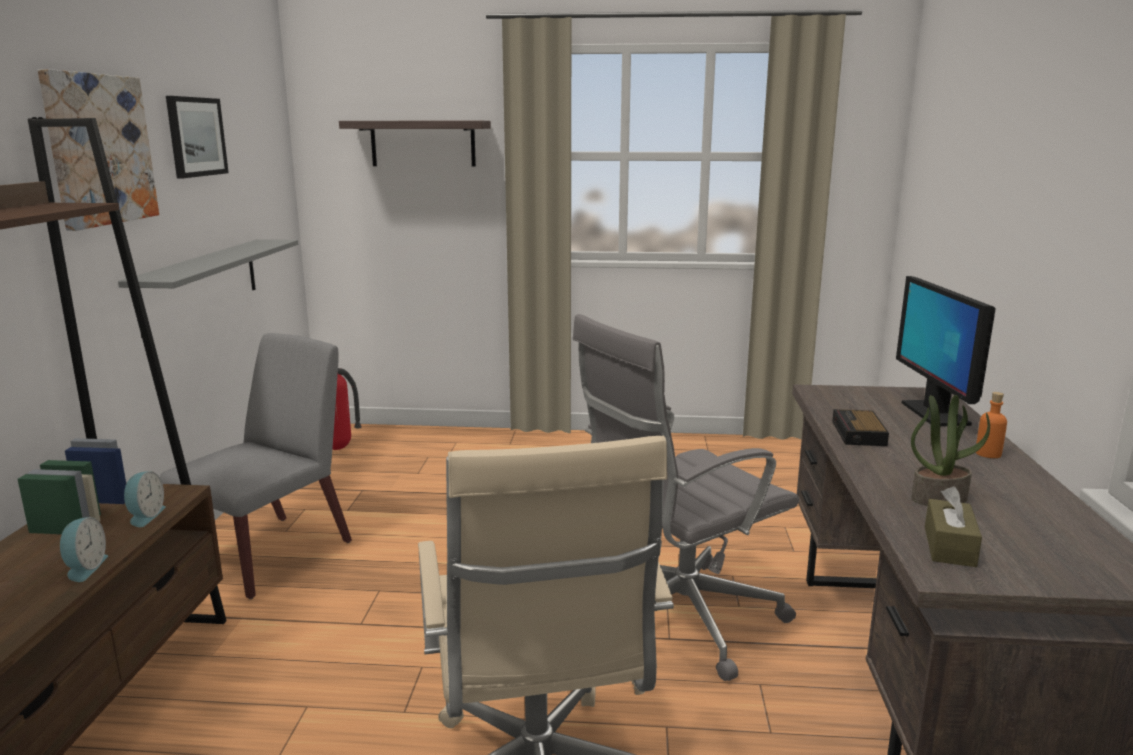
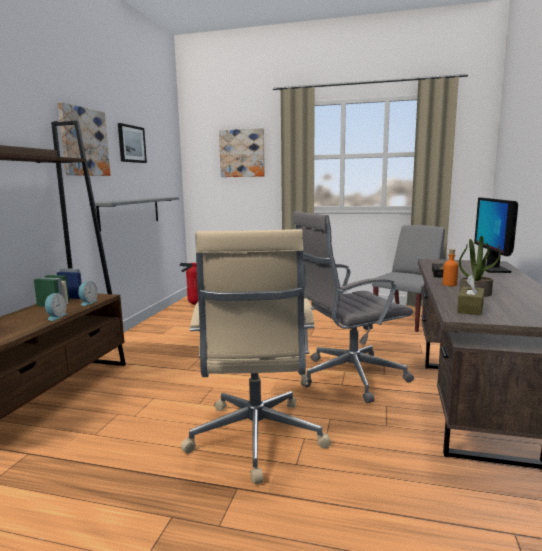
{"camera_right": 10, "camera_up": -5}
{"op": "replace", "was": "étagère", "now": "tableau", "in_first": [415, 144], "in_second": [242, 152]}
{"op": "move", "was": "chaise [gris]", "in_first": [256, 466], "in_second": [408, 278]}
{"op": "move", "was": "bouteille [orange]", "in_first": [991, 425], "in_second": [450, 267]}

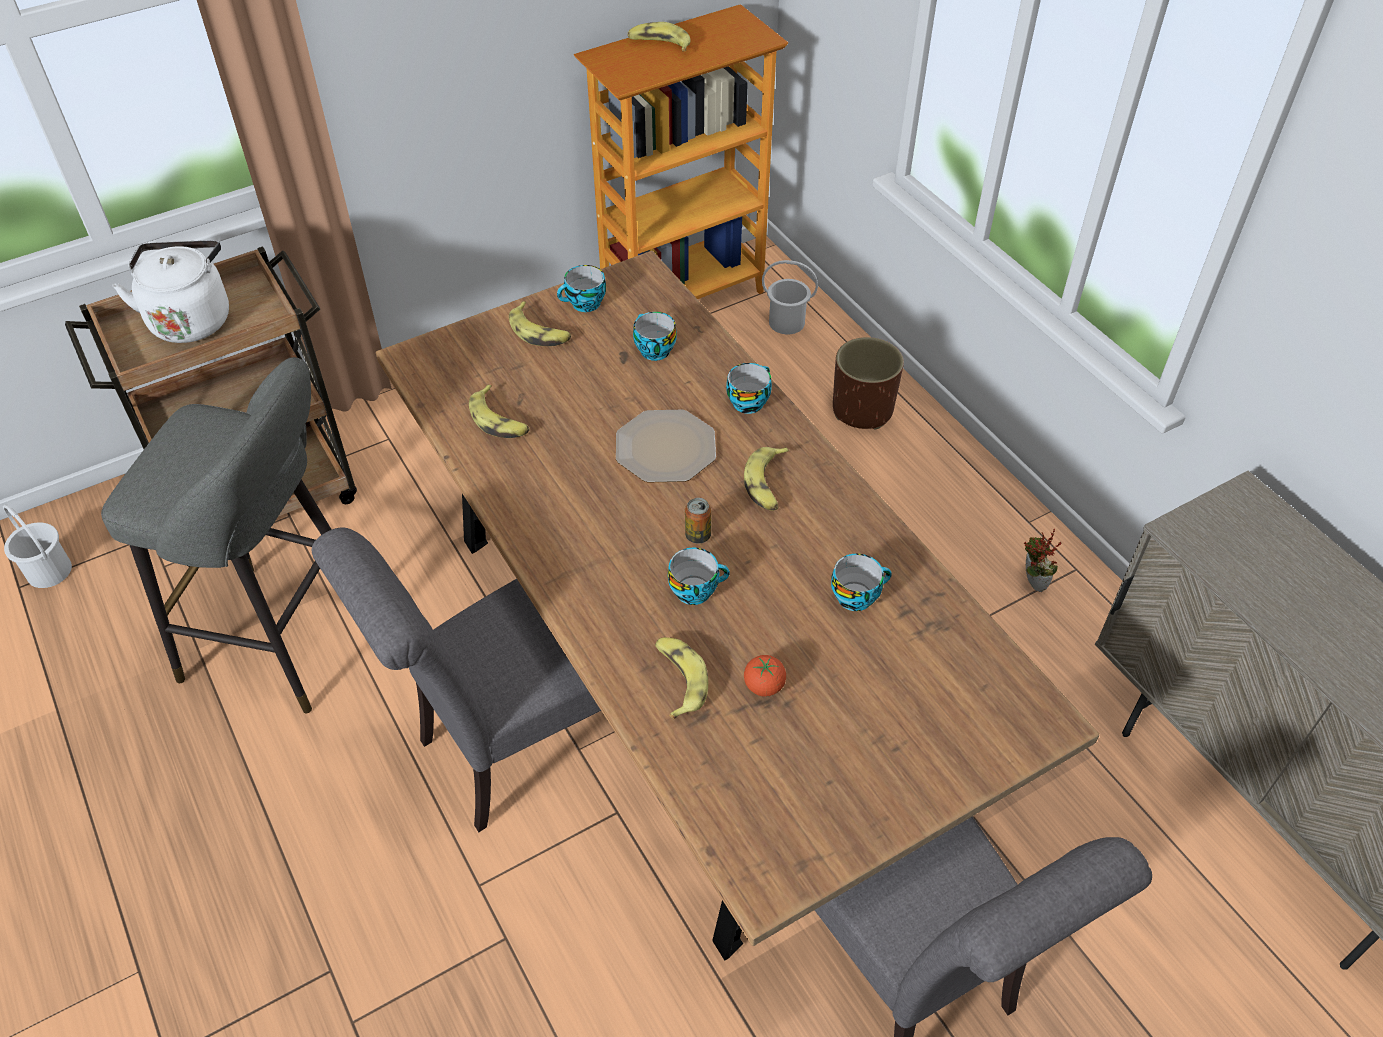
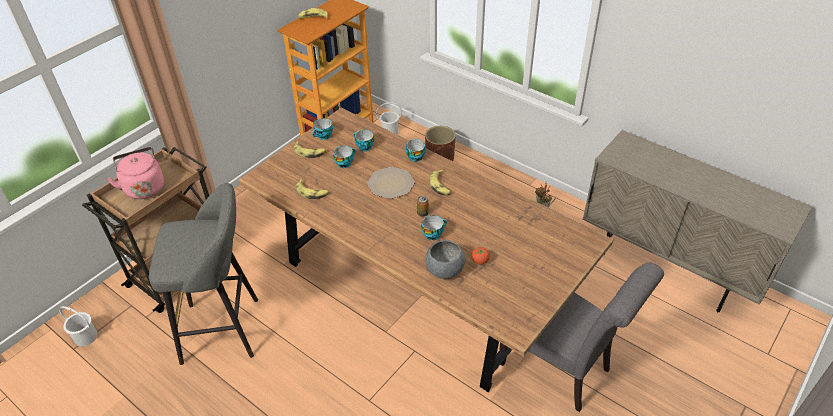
{"camera_right": -20, "camera_up": -5}
{"op": "recolor", "was": "bouilloire [blanc]", "now": "bouilloire [rose]", "in_first": [170, 291], "in_second": [135, 173]}
{"op": "move", "was": "tasse", "in_first": [861, 582], "in_second": [344, 157]}
{"op": "replace", "was": "banane", "now": "bol [gris]", "in_first": [681, 678], "in_second": [445, 259]}
{"op": "delete", "was": "chaise [gris]", "in_first": [456, 679]}

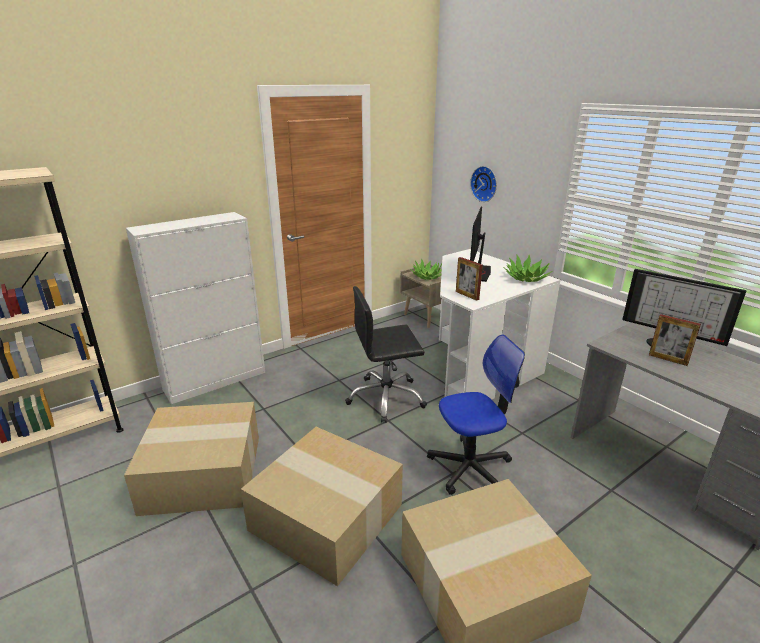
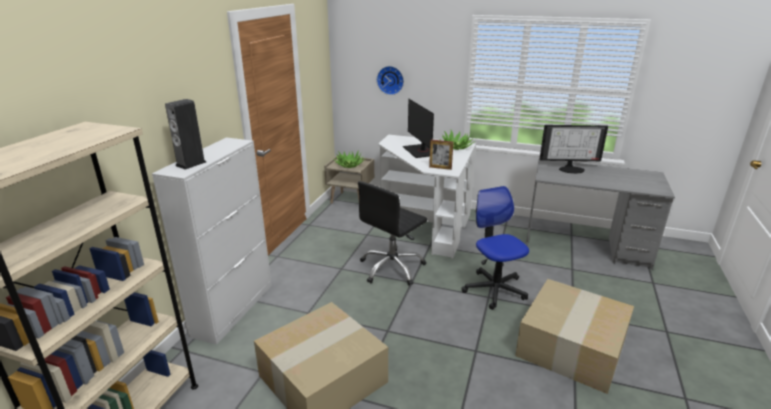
{"camera_right": -35, "camera_up": 0}
{"op": "insert", "now": "enceinte", "in_second": [185, 134]}
{"op": "rotate", "was": "chaise de bureau", "in_first": [476, 414], "in_second": [495, 248], "clockwise": -60}
{"op": "delete", "was": "carton", "in_first": [322, 506]}
{"op": "delete", "was": "cadre photo", "in_first": [675, 340]}

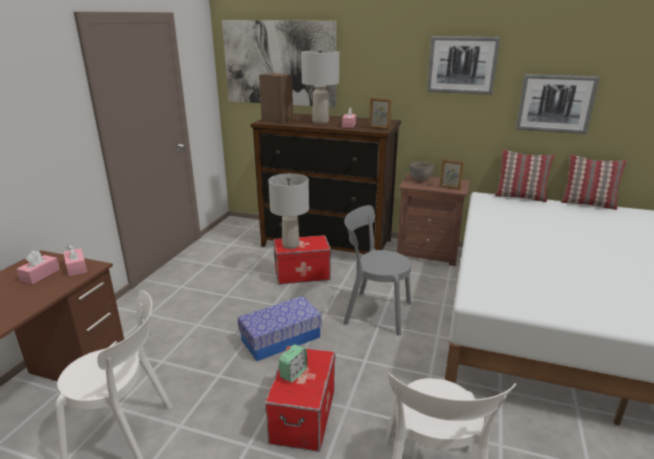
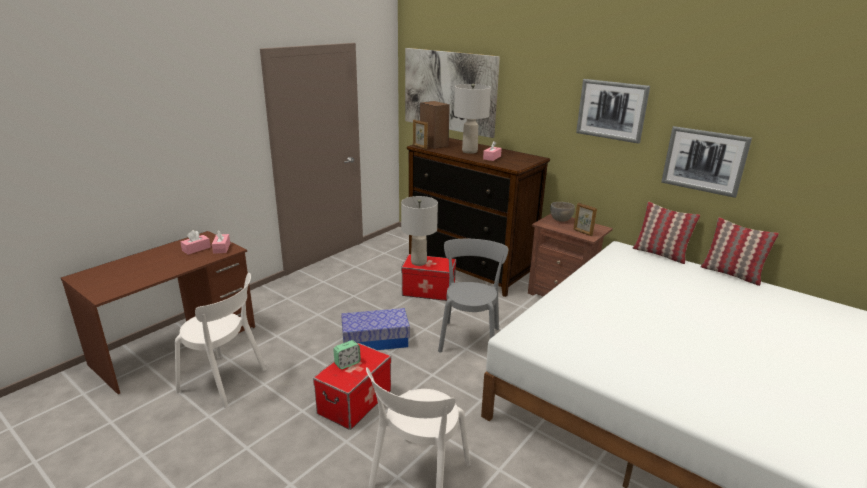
{"camera_right": 20, "camera_up": 0}
{"op": "move", "was": "cadre photo", "in_first": [380, 113], "in_second": [420, 134]}
{"op": "rotate", "was": "chaise [gris]", "in_first": [377, 270], "in_second": [473, 296], "clockwise": 60}

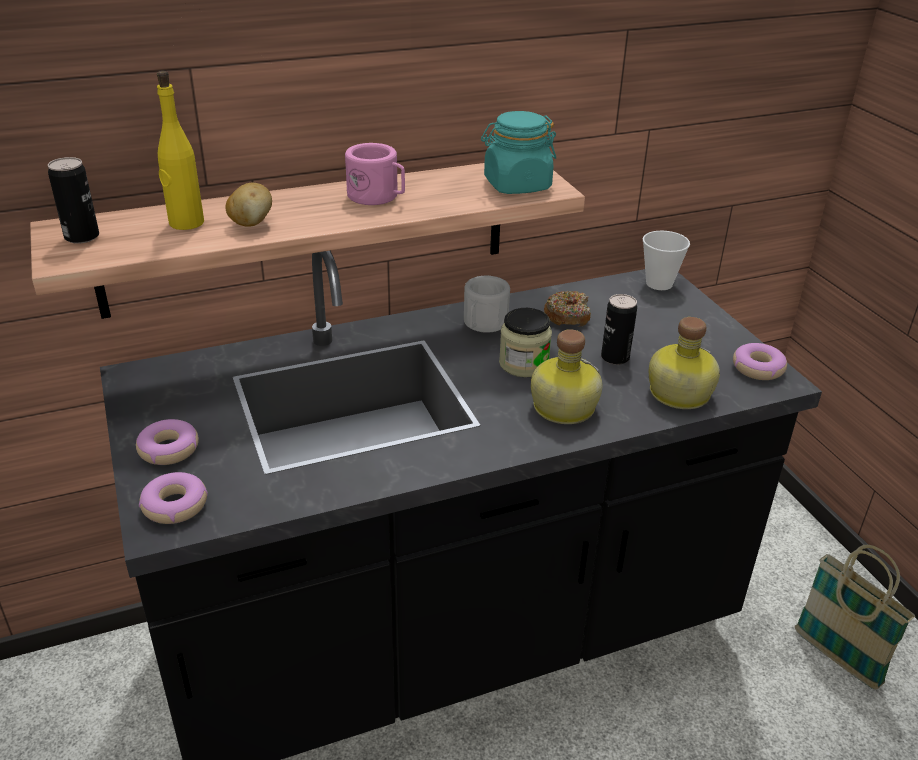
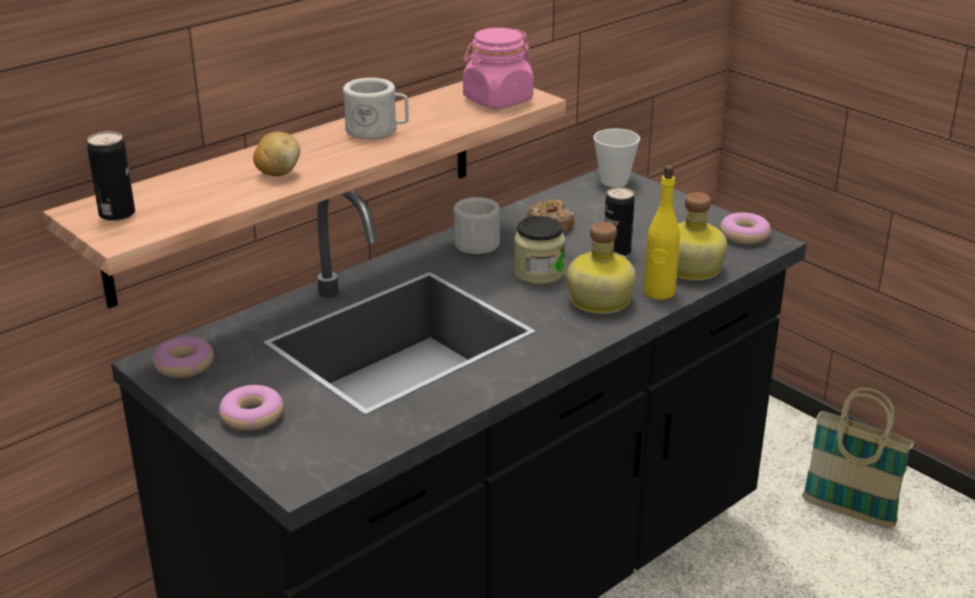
{"camera_right": -20, "camera_up": -5}
{"op": "move", "was": "beignet", "in_first": [173, 498], "in_second": [183, 357]}
{"op": "recolor", "was": "mug [rose]", "now": "mug [blanc]", "in_first": [375, 174], "in_second": [376, 109]}
{"op": "recolor", "was": "bocal [turquoise]", "now": "bocal [rose]", "in_first": [518, 152], "in_second": [498, 68]}
{"op": "move", "was": "bouteille [jaune]", "in_first": [180, 150], "in_second": [662, 232]}

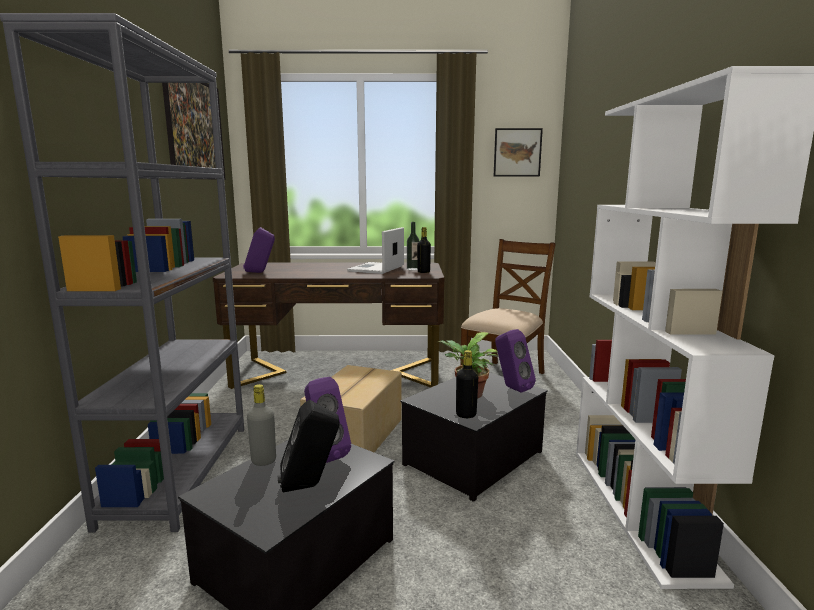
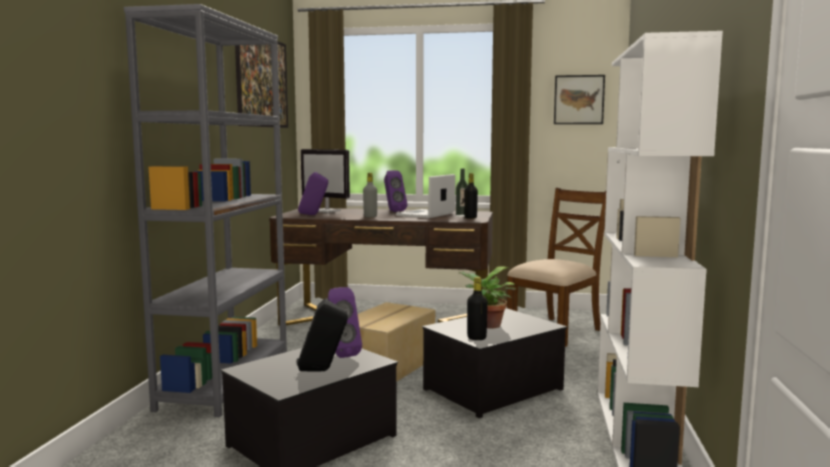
{"camera_right": 10, "camera_up": -5}
{"op": "insert", "now": "écran d'ordinateur", "in_second": [325, 181]}
{"op": "move", "was": "bouteille [gris]", "in_first": [261, 425], "in_second": [370, 195]}
{"op": "move", "was": "enceinte [violet]", "in_first": [515, 361], "in_second": [395, 191]}

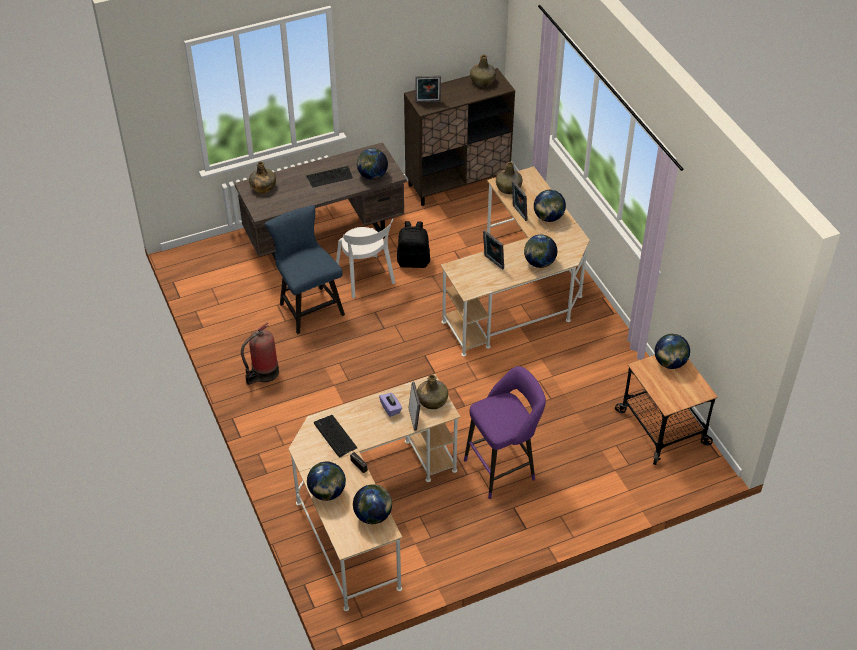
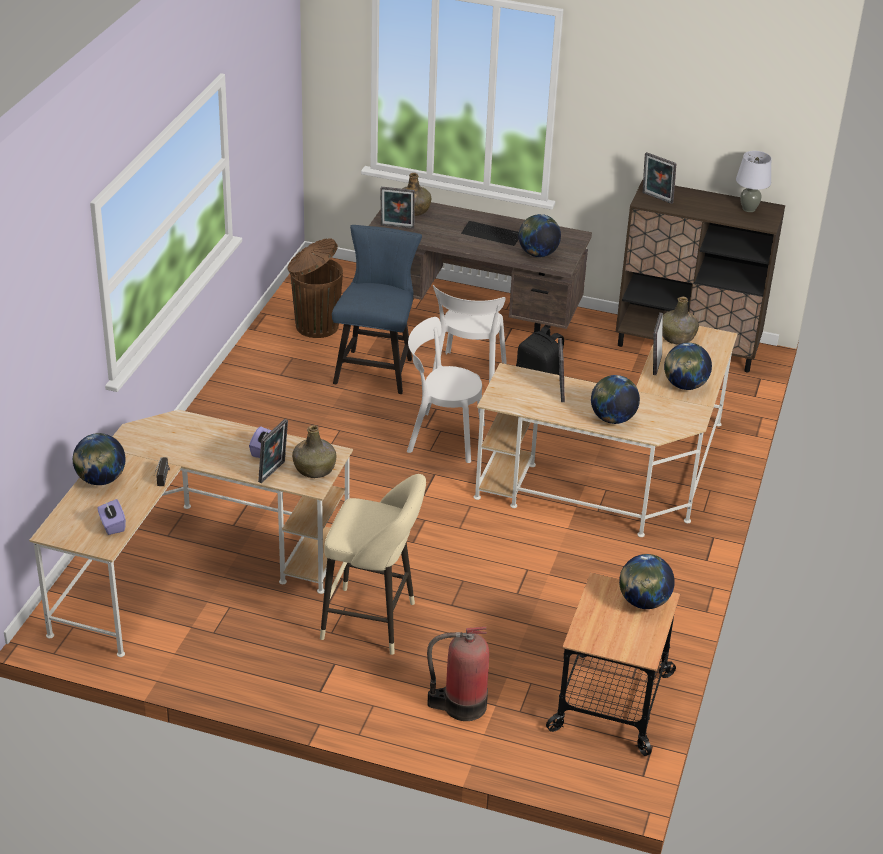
{"camera_right": 40, "camera_up": -10}
{"op": "replace", "was": "globe", "now": "boîte à mouchoirs [violet]", "in_first": [372, 504], "in_second": [111, 517]}
{"op": "insert", "now": "poubelle [marron]", "in_second": [315, 288]}
{"op": "recolor", "was": "tabouret [violet]", "now": "tabouret [beige]", "in_first": [505, 432], "in_second": [373, 564]}
{"op": "insert", "now": "cadre photo", "in_second": [398, 208]}
{"op": "insert", "now": "chaise [blanc]", "in_second": [446, 390]}
{"op": "move", "was": "extincteur", "in_first": [260, 353], "in_second": [458, 674]}
{"op": "replace", "was": "bouteille [vert]", "now": "lampe de table [gris]", "in_first": [483, 71], "in_second": [753, 181]}
{"op": "delete", "was": "clavier", "in_first": [335, 436]}

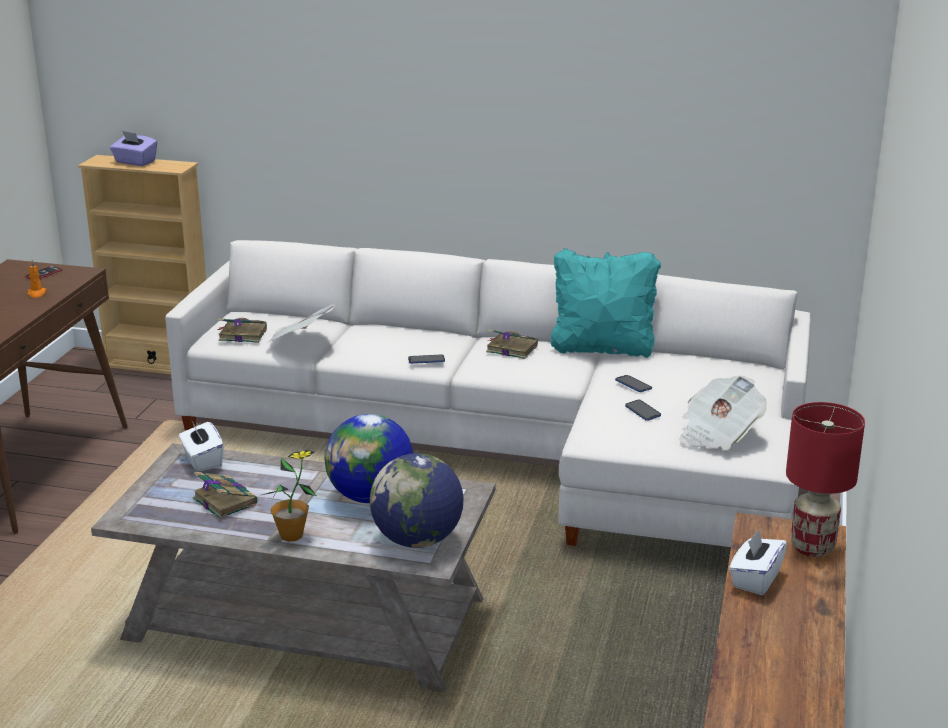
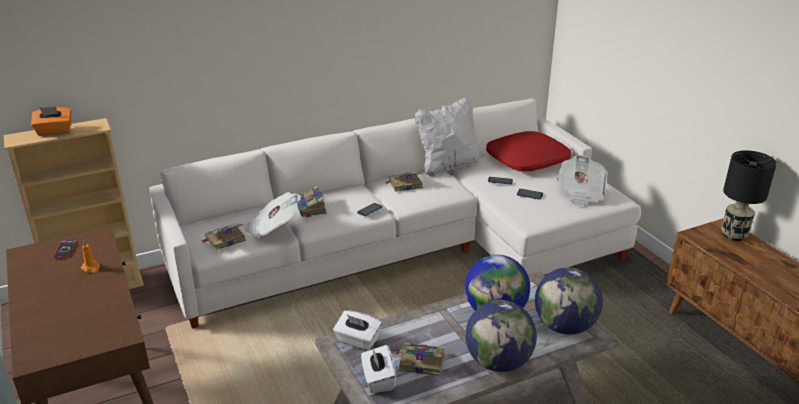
{"camera_right": -40, "camera_up": 5}
{"op": "recolor", "was": "boîte à mouchoirs [violet]", "now": "boîte à mouchoirs [orange]", "in_first": [133, 148], "in_second": [51, 121]}
{"op": "insert", "now": "livre", "in_second": [312, 201]}
{"op": "move", "was": "boîte à mouchoirs [blanc]", "in_first": [758, 562], "in_second": [378, 369]}
{"op": "recolor", "was": "coussin [turquoise]", "now": "coussin [blanc]", "in_first": [605, 303], "in_second": [447, 137]}
{"op": "replace", "was": "plante en pot", "now": "globe", "in_first": [289, 496], "in_second": [501, 336]}
{"op": "insert", "now": "coussin [rouge]", "in_second": [528, 151]}
{"op": "recolor", "was": "lampe de table [rouge]", "now": "lampe de table [noir]", "in_first": [825, 479], "in_second": [749, 195]}

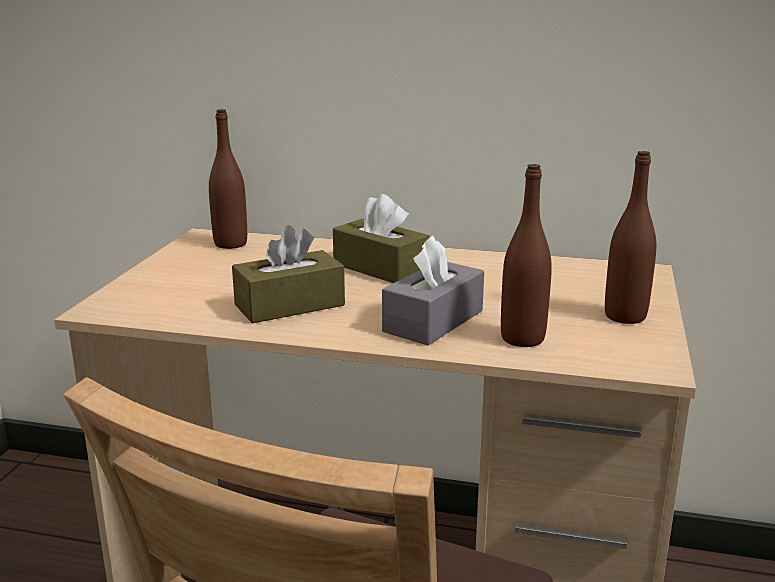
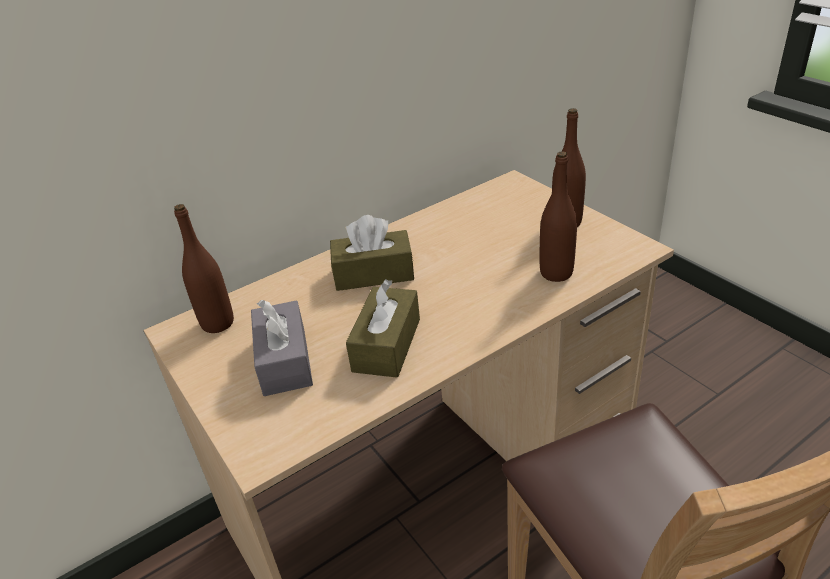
{"camera_right": -45, "camera_up": 15}
{"op": "move", "was": "boîte à mouchoirs [gris]", "in_first": [433, 290], "in_second": [282, 348]}

